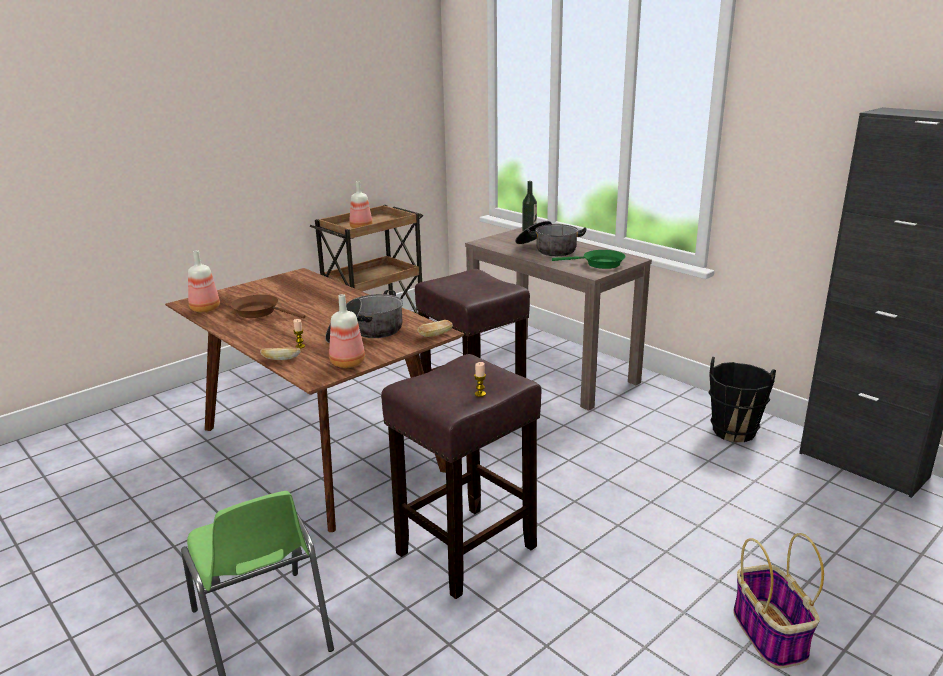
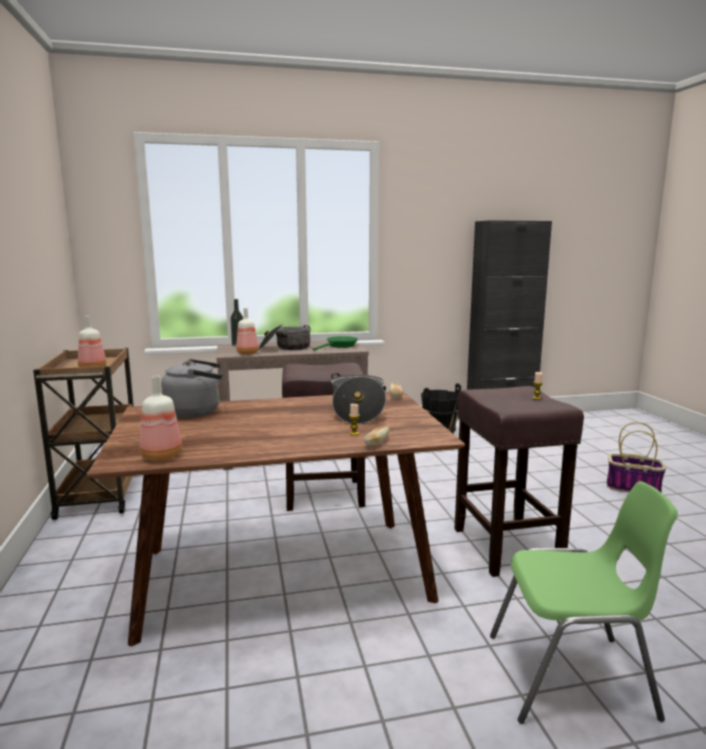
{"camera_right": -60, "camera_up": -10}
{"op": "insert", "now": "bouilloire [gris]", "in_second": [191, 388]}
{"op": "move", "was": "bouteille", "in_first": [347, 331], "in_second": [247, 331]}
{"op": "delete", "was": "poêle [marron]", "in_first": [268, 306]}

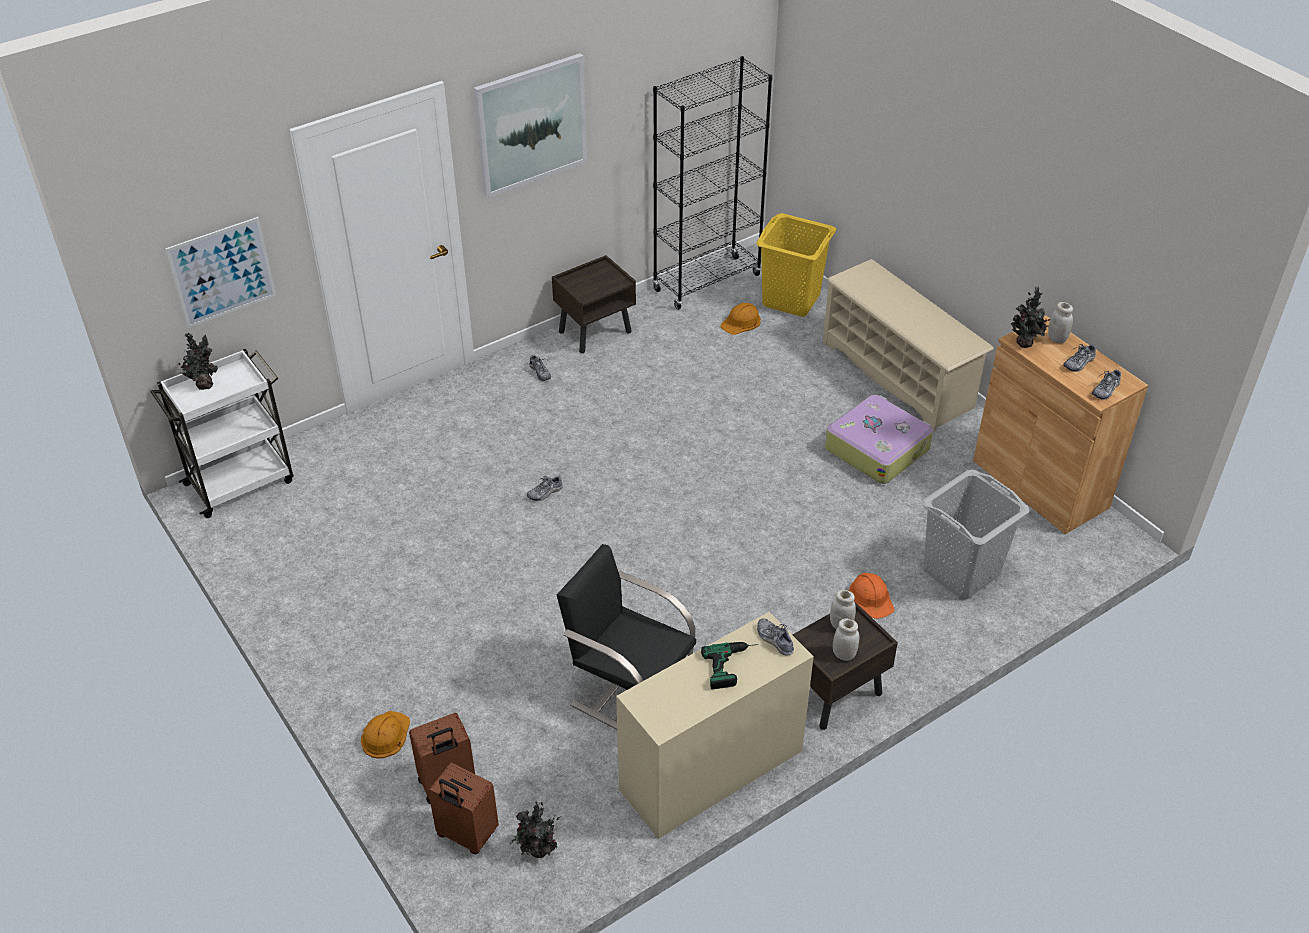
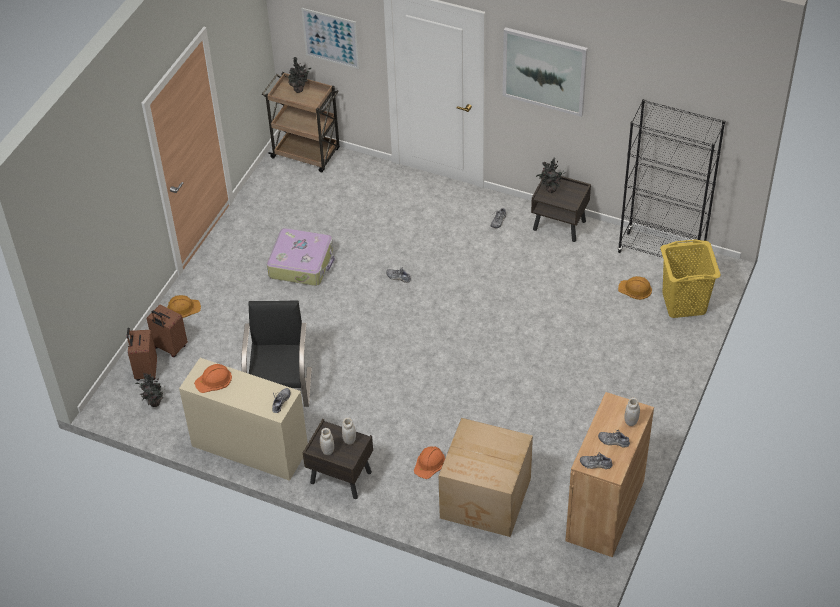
{"camera_right": 60, "camera_up": 5}
{"op": "insert", "now": "casque de chantier [orange]", "in_second": [213, 378]}
{"op": "recolor", "was": "chariot [blanc]", "now": "chariot [marron]", "in_first": [222, 433], "in_second": [301, 122]}
{"op": "move", "was": "valise", "in_first": [879, 439], "in_second": [301, 257]}
{"op": "replace", "was": "panier à linge [gris]", "now": "carton", "in_first": [976, 534], "in_second": [486, 477]}
{"op": "move", "was": "plante en pot", "in_first": [1030, 317], "in_second": [551, 175]}
{"op": "delete", "was": "perceuse", "in_first": [730, 666]}
{"op": "delete", "was": "étagère à chaussures [beige]", "in_first": [908, 345]}

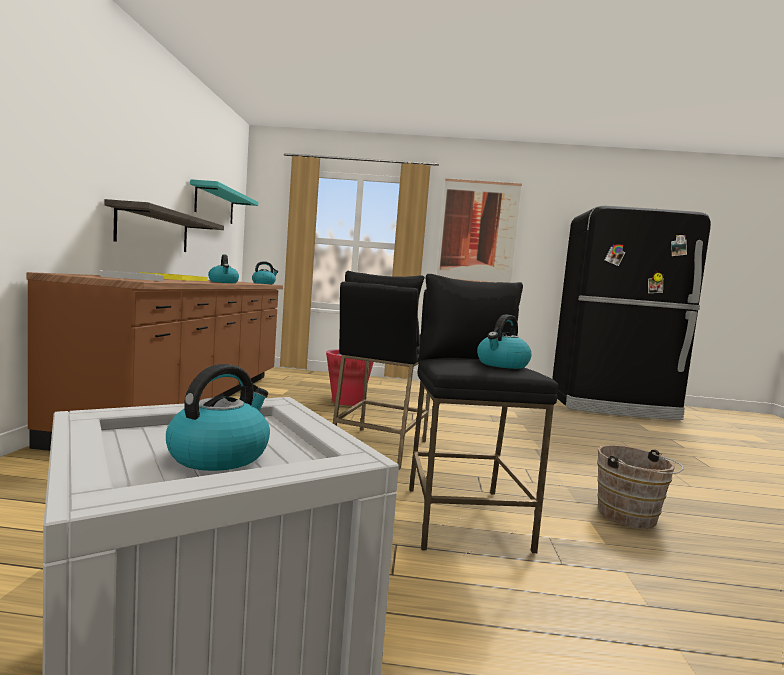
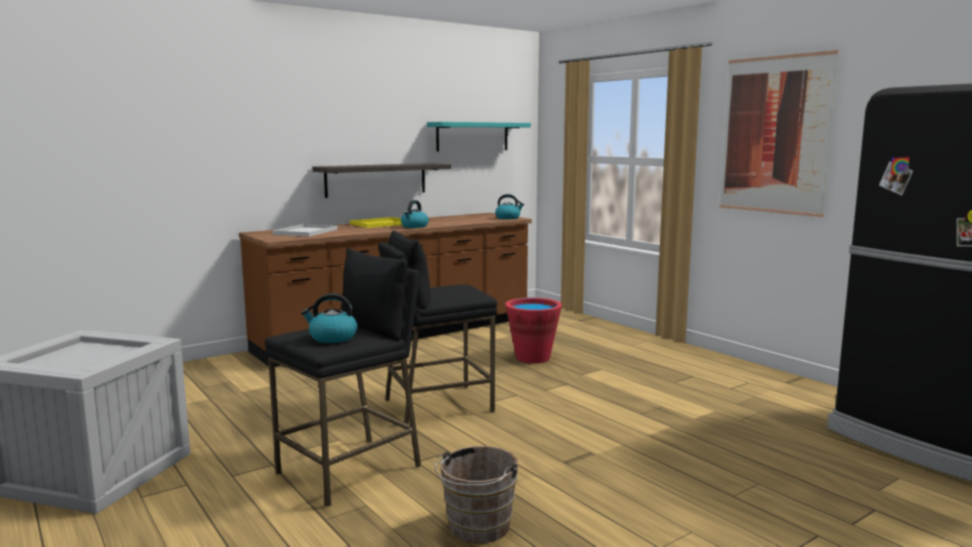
{"camera_right": 50, "camera_up": 5}
{"op": "delete", "was": "bouilloire", "in_first": [218, 417]}

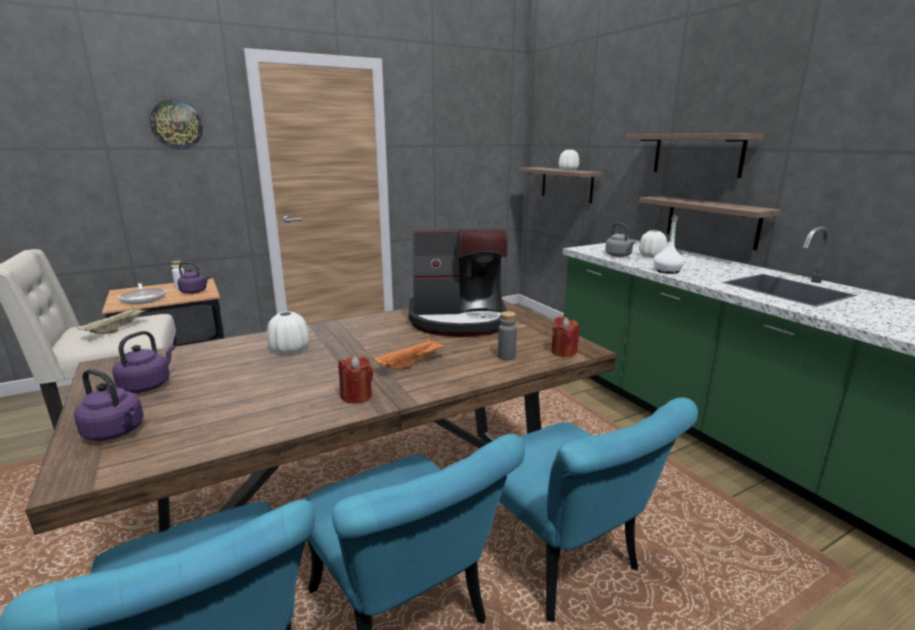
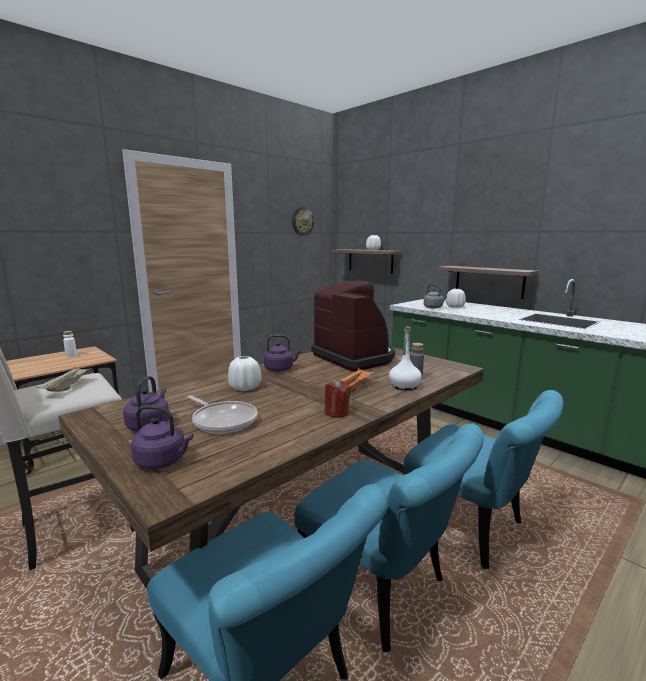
{"camera_right": -15, "camera_up": -5}
{"op": "move", "was": "poêle", "in_first": [142, 293], "in_second": [222, 414]}
{"op": "move", "was": "bouilloire [violet]", "in_first": [193, 278], "in_second": [283, 353]}
{"op": "move", "was": "horloge murale", "in_first": [176, 125], "in_second": [303, 221]}
{"op": "rotate", "was": "machine à café", "in_first": [458, 282], "in_second": [353, 326], "clockwise": -105}
{"op": "move", "was": "bouteille [blanc]", "in_first": [668, 244], "in_second": [405, 358]}
{"op": "delete", "was": "bougie [rouge]", "in_first": [565, 336]}
{"op": "delete", "was": "étagère", "in_first": [695, 155]}

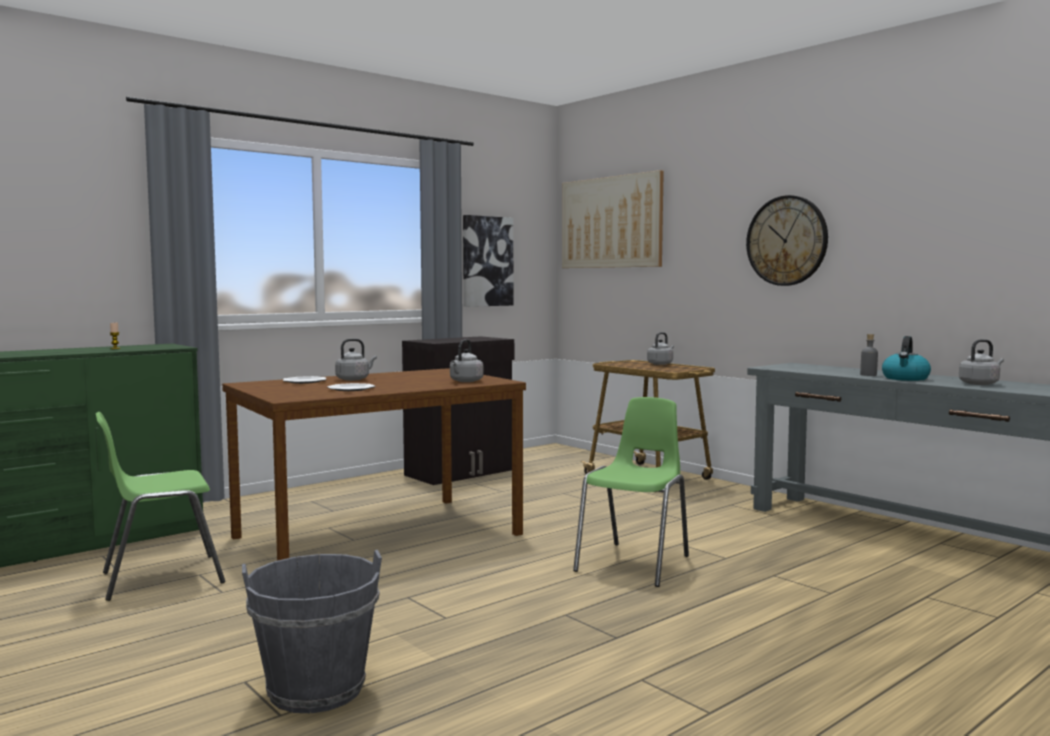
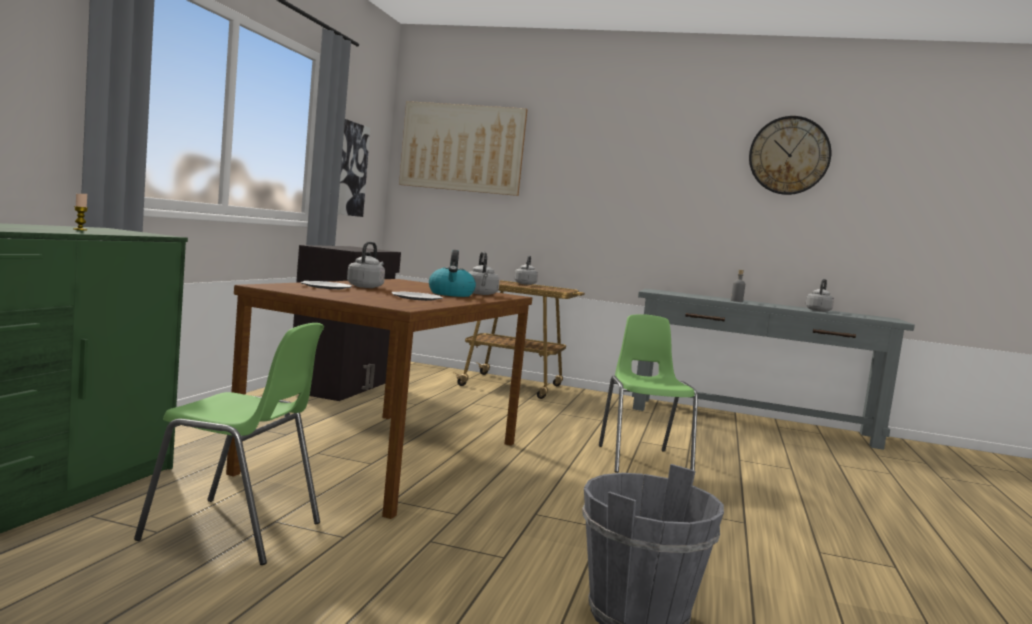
{"camera_right": -35, "camera_up": 0}
{"op": "rotate", "was": "chaise [vert]", "in_first": [160, 506], "in_second": [229, 444], "clockwise": -105}
{"op": "move", "was": "bouilloire", "in_first": [906, 358], "in_second": [452, 273]}
{"op": "move", "was": "horloge murale", "in_first": [787, 240], "in_second": [790, 155]}

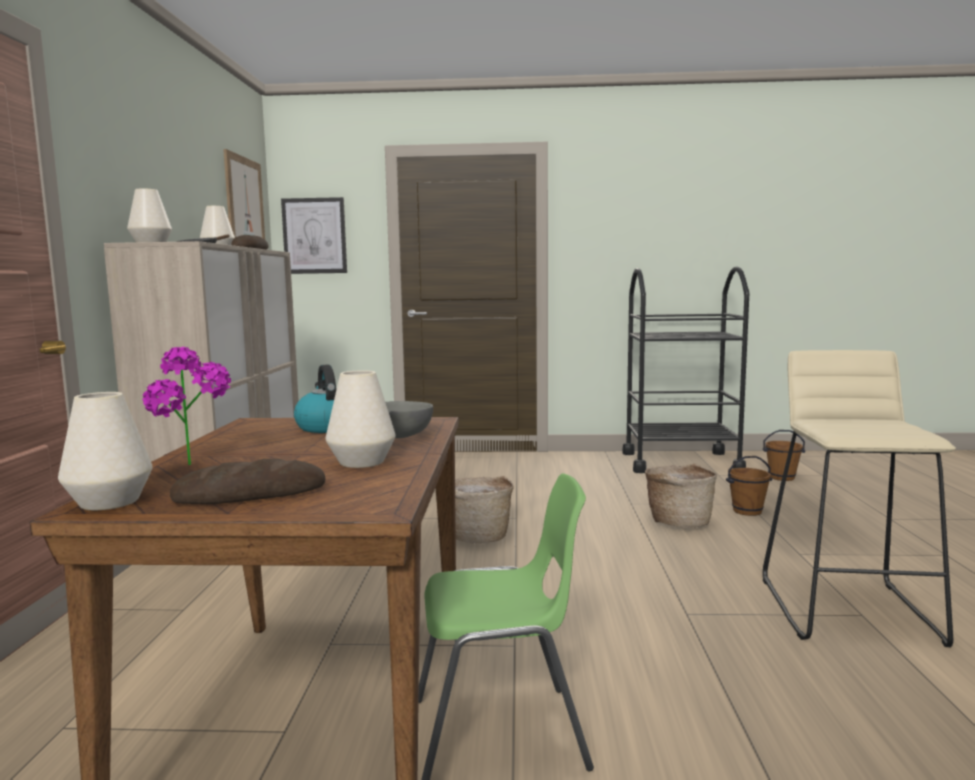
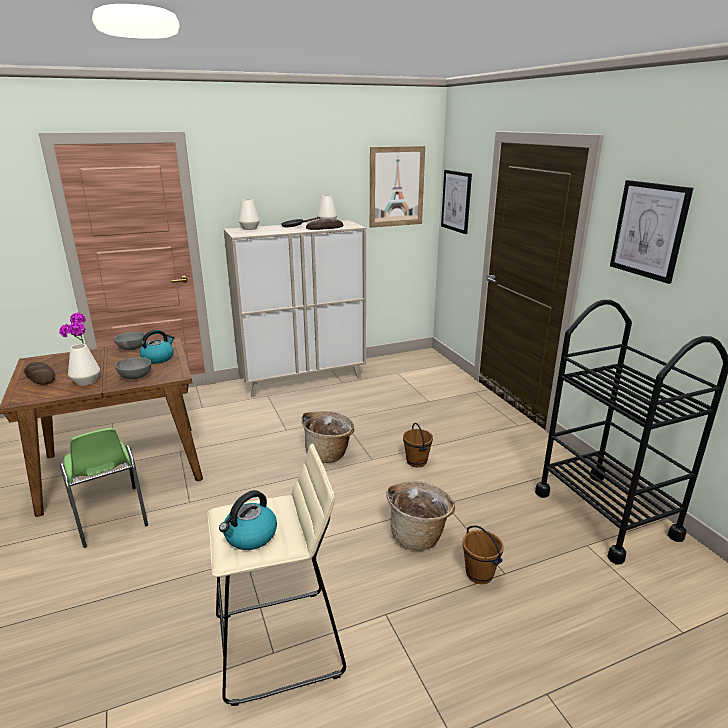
{"camera_right": 65, "camera_up": 15}
{"op": "insert", "now": "bol [gris]", "in_second": [129, 341]}
{"op": "insert", "now": "bouilloire", "in_second": [248, 520]}
{"op": "move", "was": "seau [marron]", "in_first": [784, 455], "in_second": [418, 445]}
{"op": "insert", "now": "tableau", "in_second": [651, 232]}
{"op": "delete", "was": "vase [blanc]", "in_first": [105, 451]}

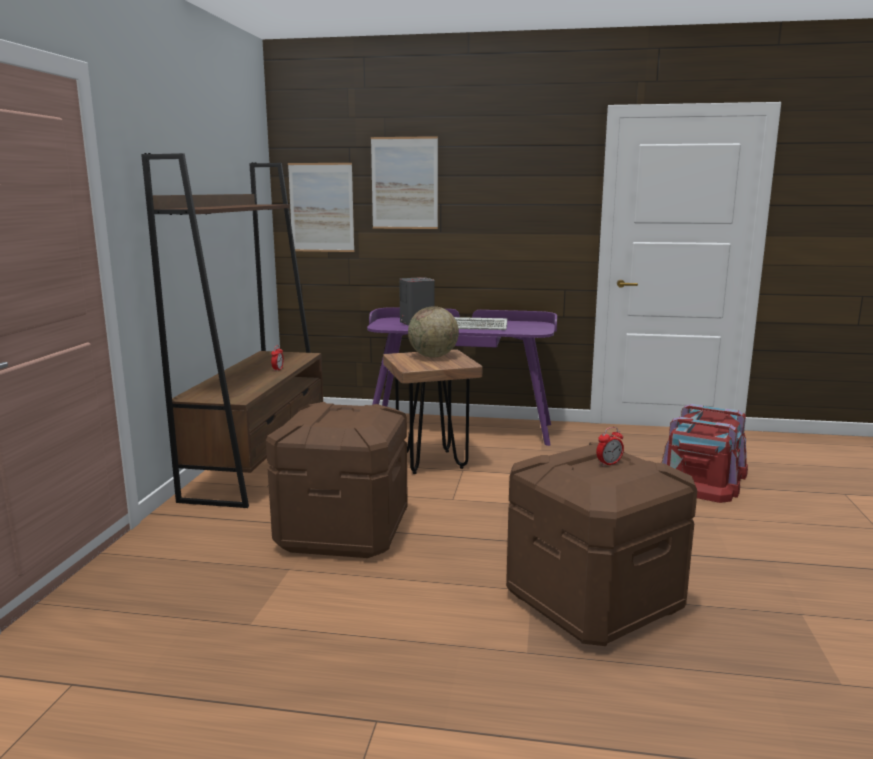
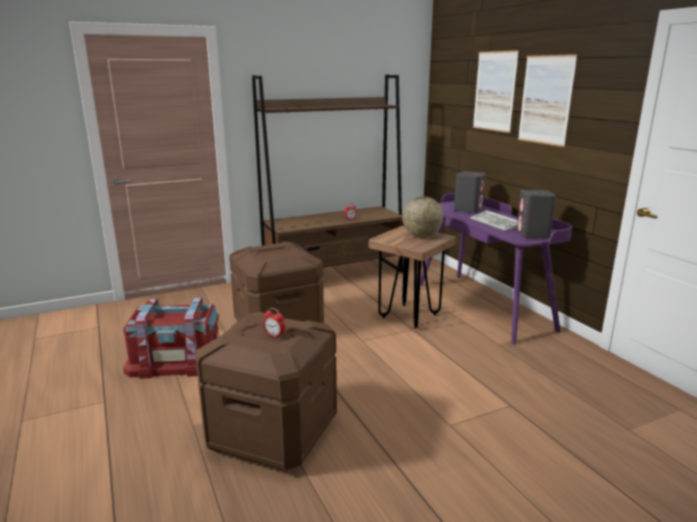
{"camera_right": 55, "camera_up": 5}
{"op": "move", "was": "boîte de rangement [rouge]", "in_first": [705, 453], "in_second": [171, 338]}
{"op": "insert", "now": "enceinte [gris]", "in_second": [536, 214]}
{"op": "move", "was": "tableau", "in_first": [321, 207], "in_second": [548, 100]}

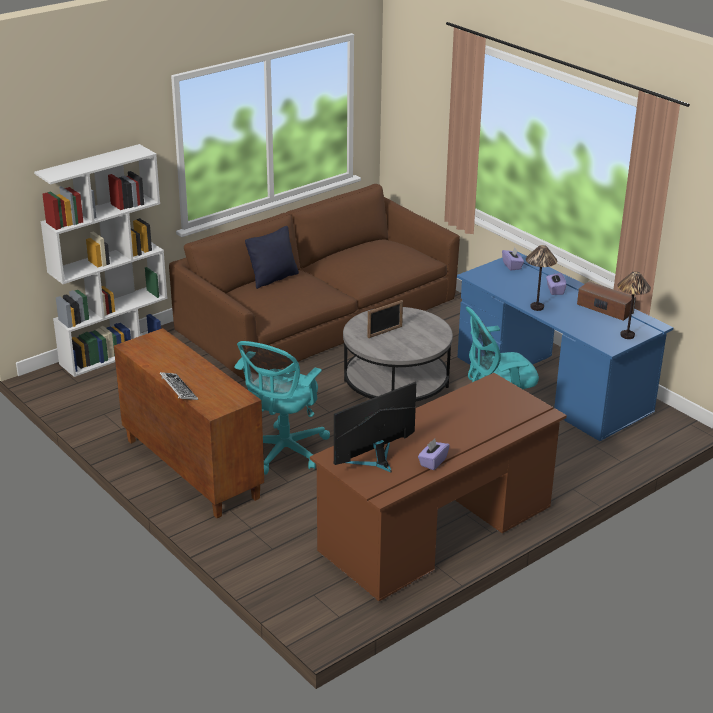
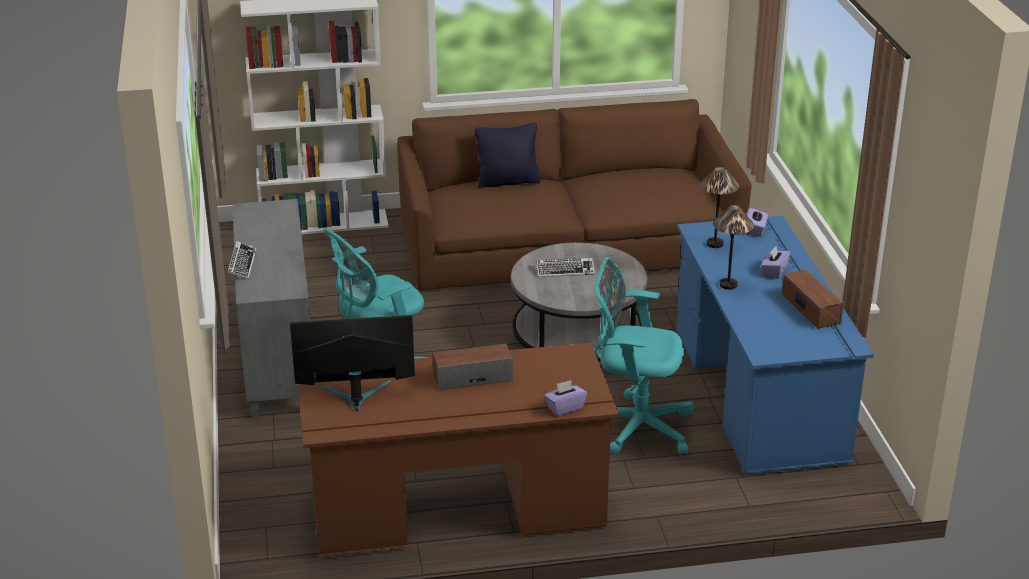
{"camera_right": 30, "camera_up": 0}
{"op": "recolor", "was": "meuble de rangement [marron]", "now": "meuble de rangement [gris]", "in_first": [189, 423], "in_second": [271, 309]}
{"op": "insert", "now": "enceinte", "in_second": [473, 367]}
{"op": "replace", "was": "cadre photo", "now": "clavier", "in_first": [385, 319], "in_second": [565, 267]}
{"op": "move", "was": "boîte à mouchoirs [violet]", "in_first": [434, 454], "in_second": [565, 398]}
{"op": "move", "was": "lampe de table", "in_first": [634, 305], "in_second": [719, 207]}

